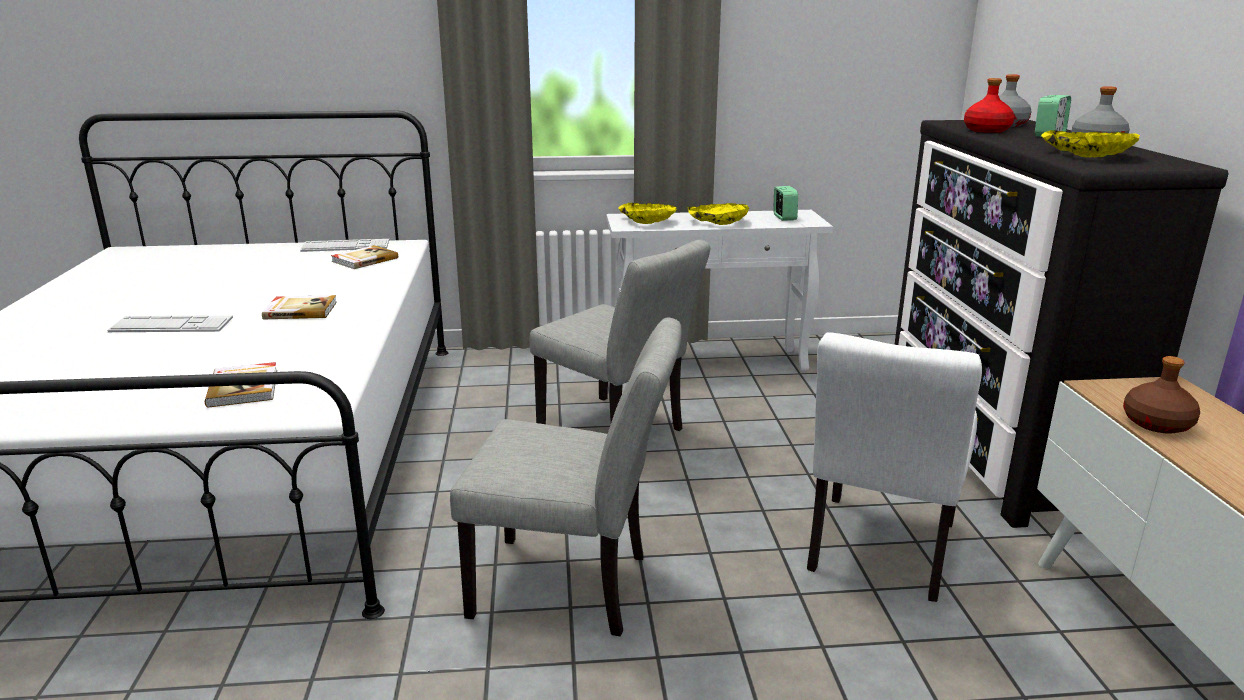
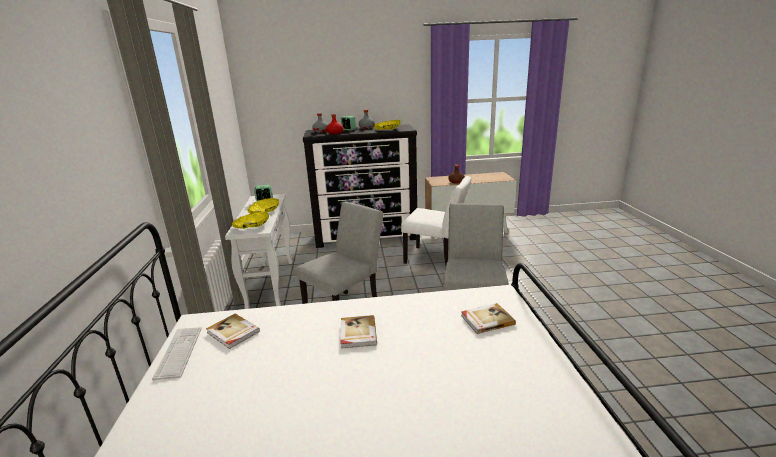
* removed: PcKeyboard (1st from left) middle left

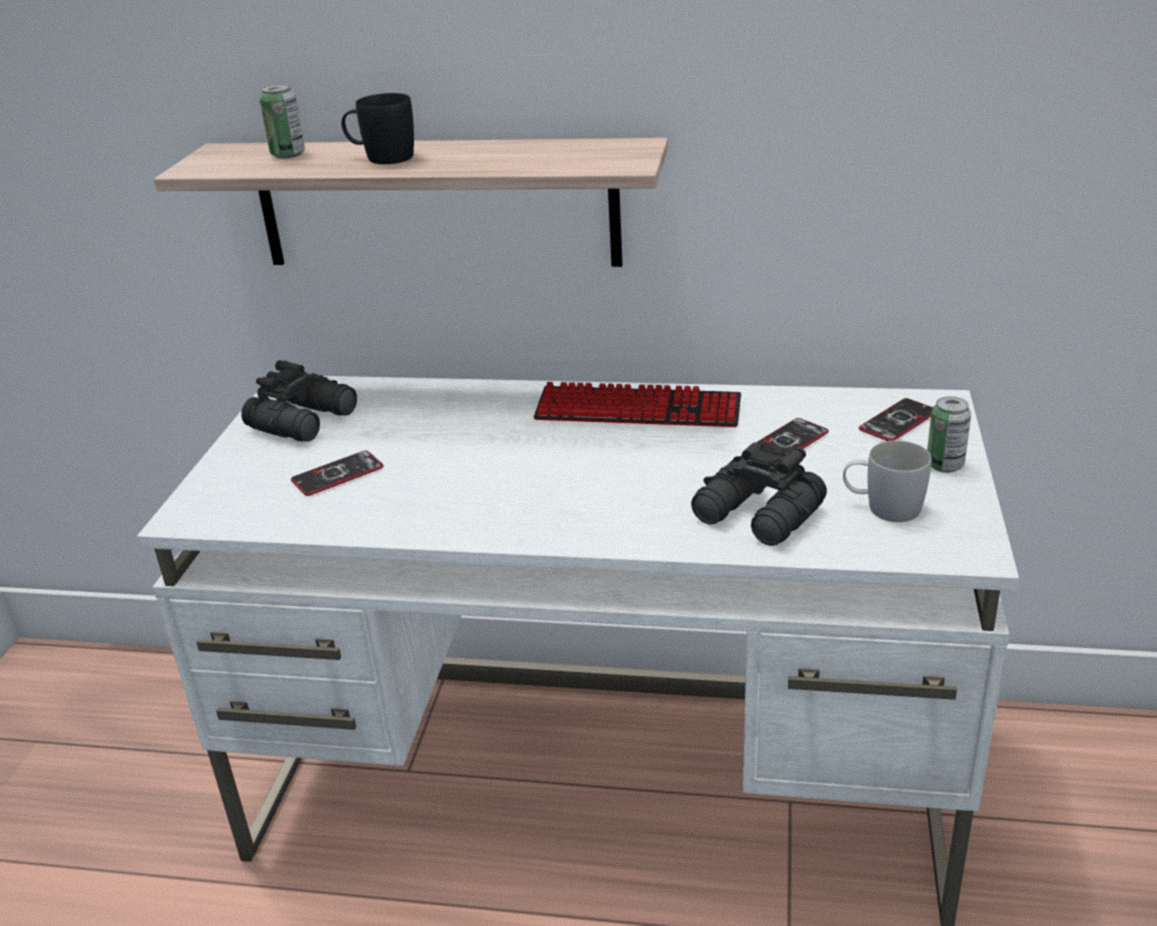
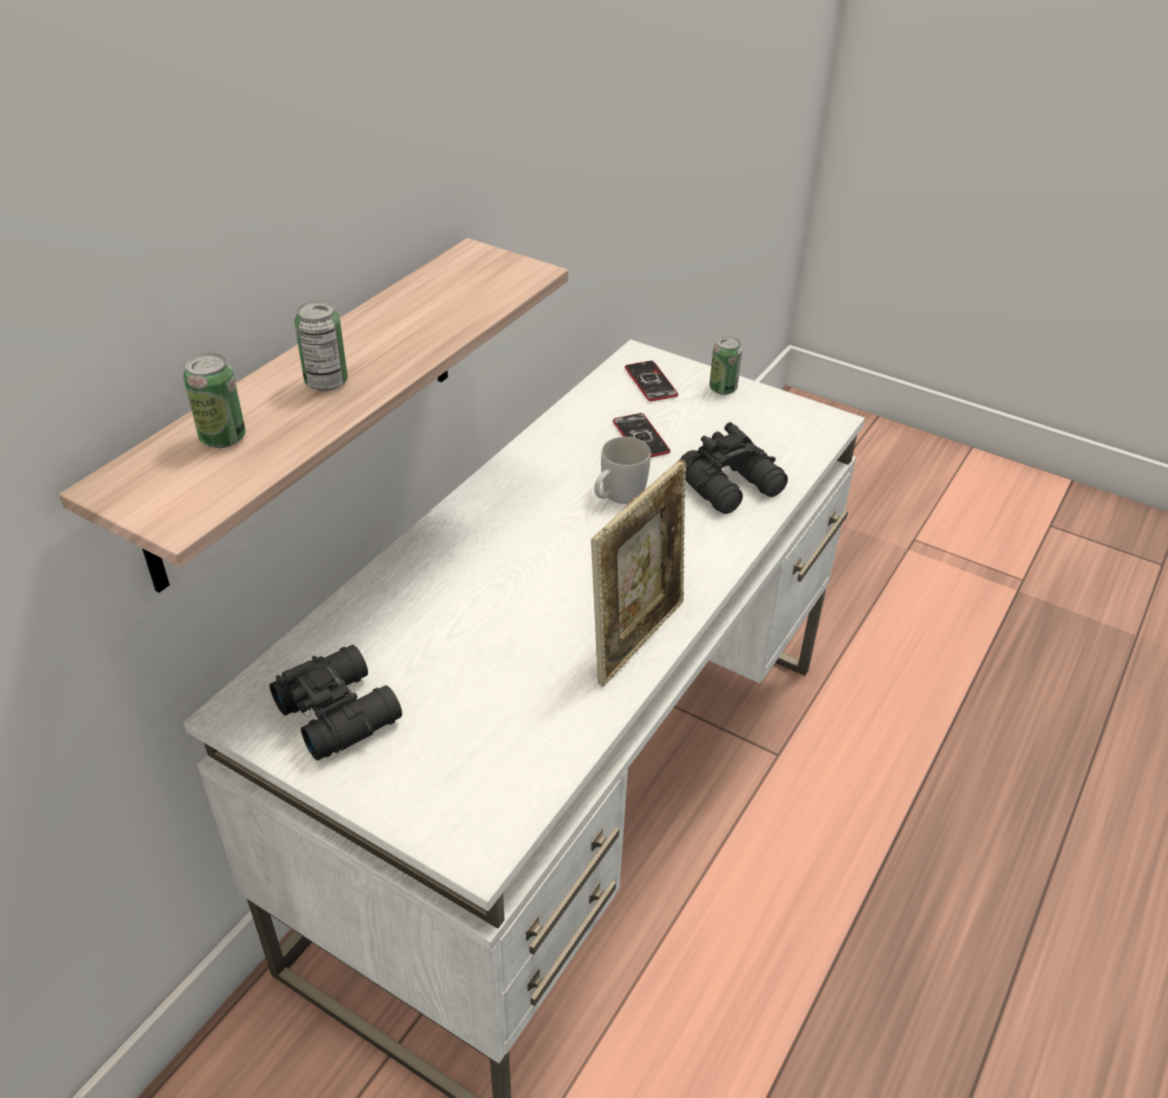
* replaced: BlackishMug top left to Can (2nd from left) top left
* removed: PcKeyboard centre
* moved: WhiteMug middle right to centre
* removed: Telephone (1st from left) middle left
* added: PictureFrame centre

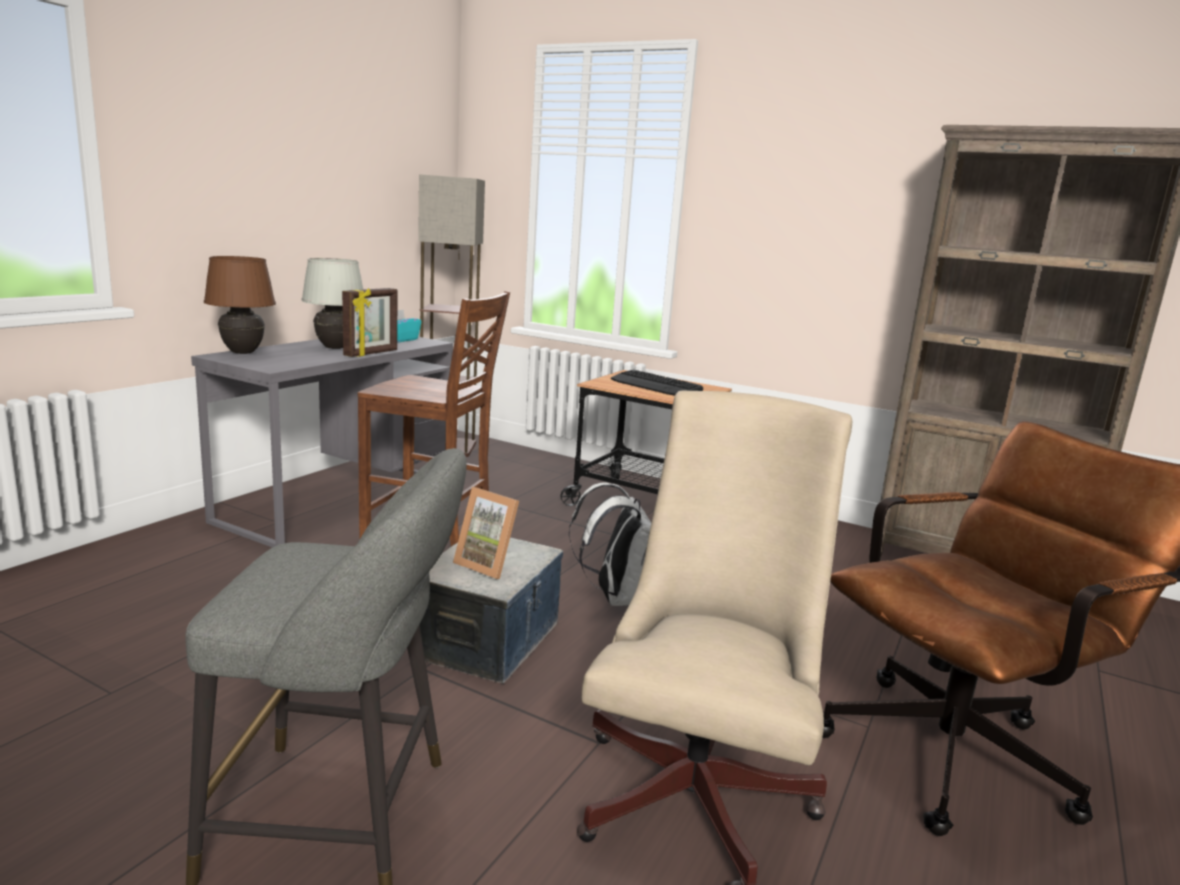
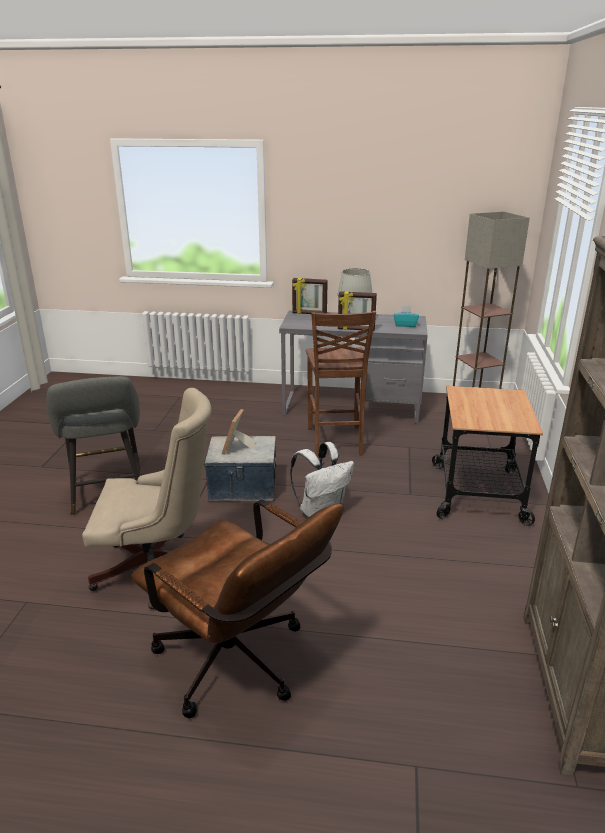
* replaced: BrownTabletopLamp middle left to PictureFrame (2nd from left) centre
* removed: PcKeyboard centre

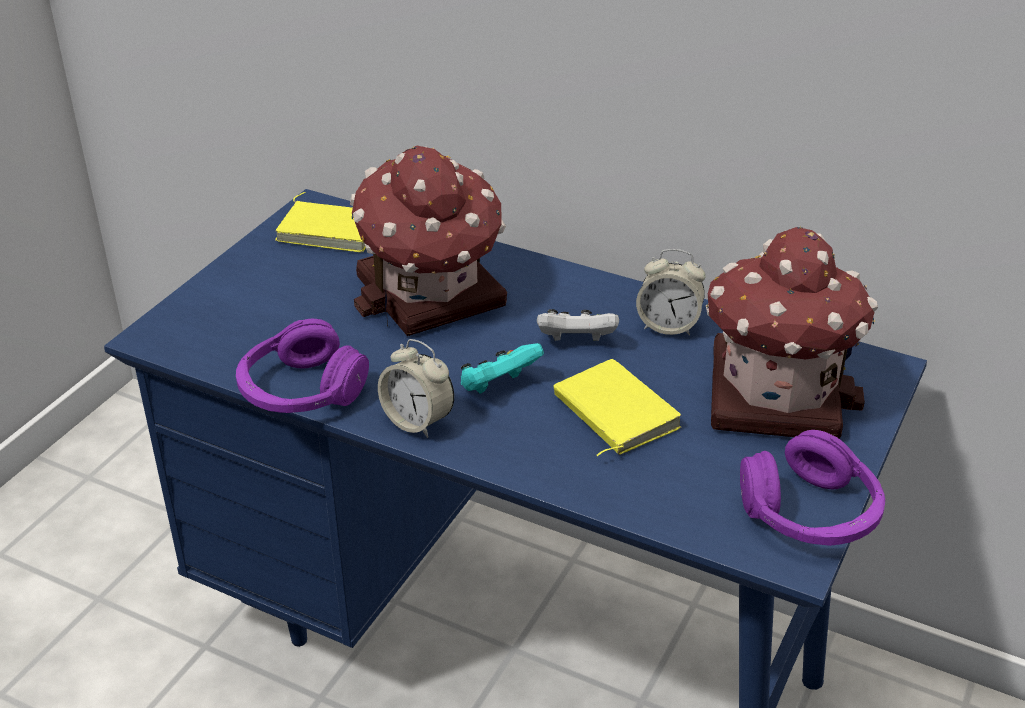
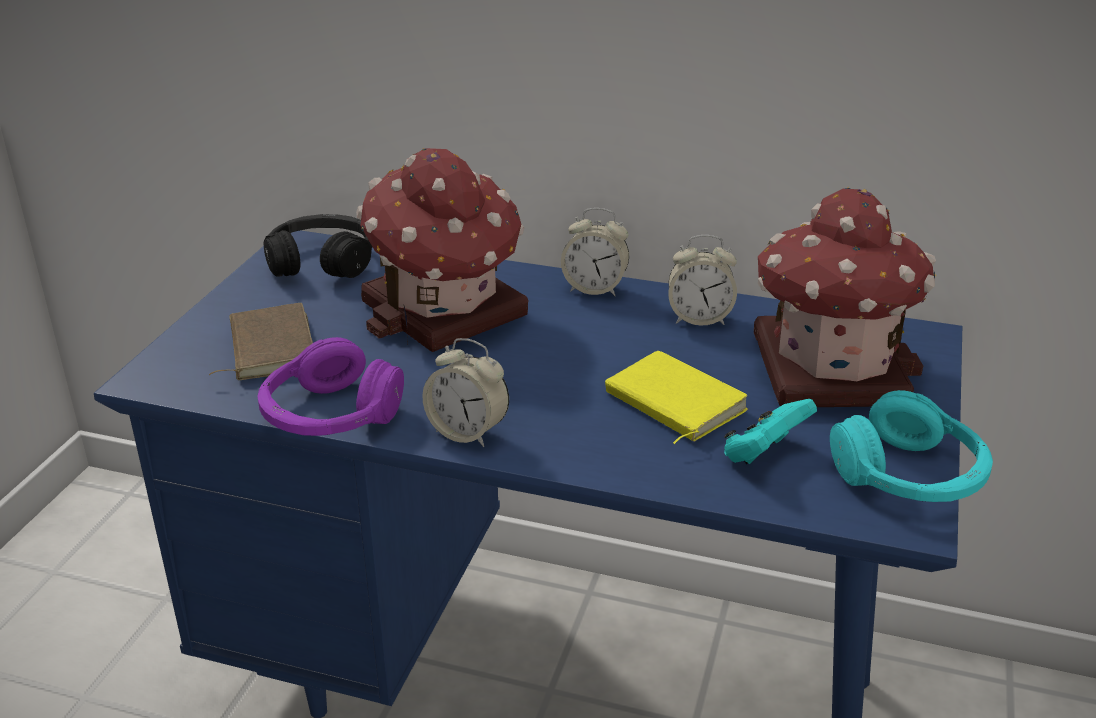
* replaced: YellowishVolume (1st from left) top left to BlackishHeadset middle left
* removed: WhiteGamepad centre
* moved: TurquoiseGamepad centre to middle right
* recoloured: PurplishHeadset (2nd from left) bottom right to TurquoiseHeadset middle right
* added: TableClock (2nd from left) centre
* added: BrownVolume middle left

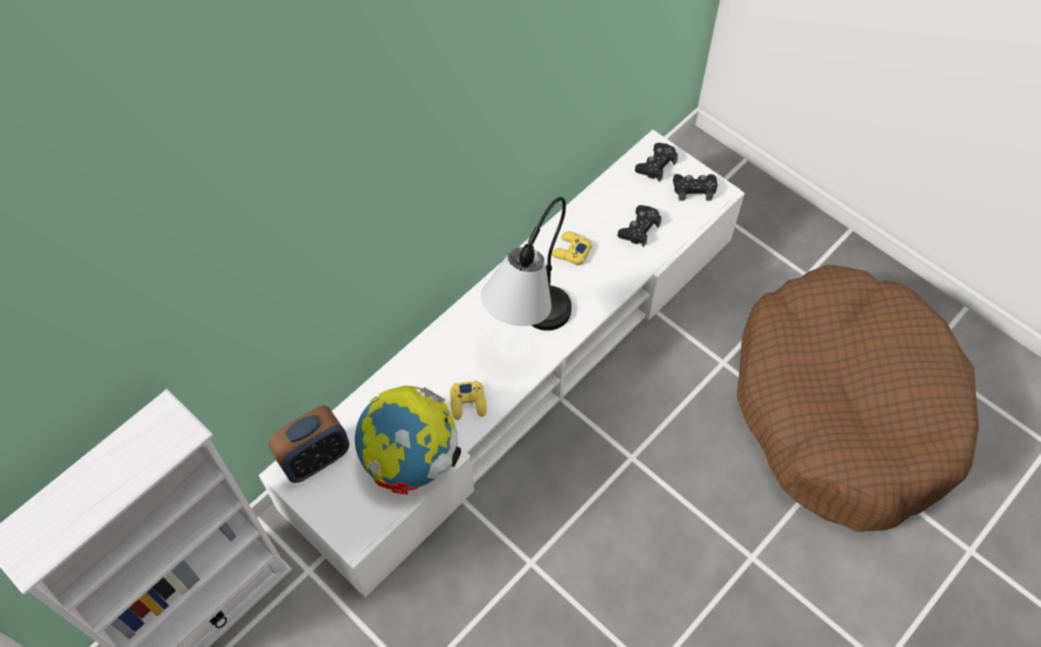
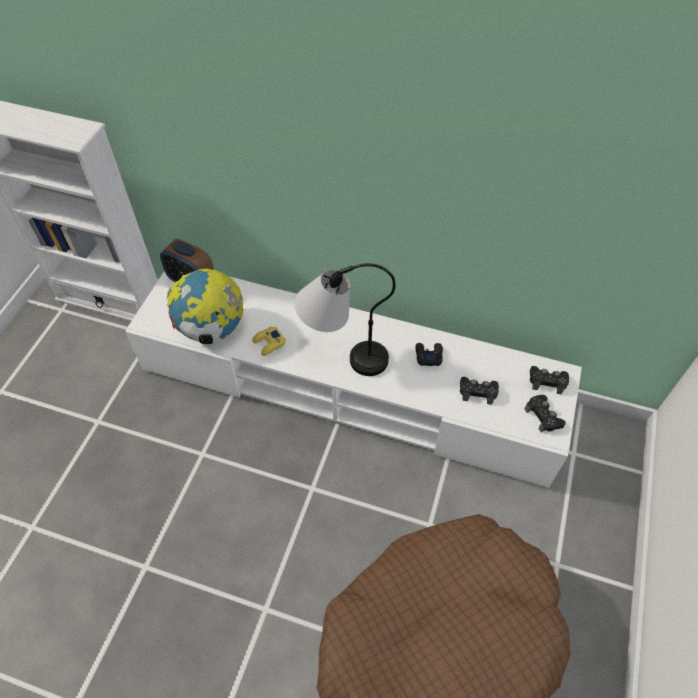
* recoloured: YellowishGamepad (2nd from left) centre to BlackishGamepad (1st from left) centre

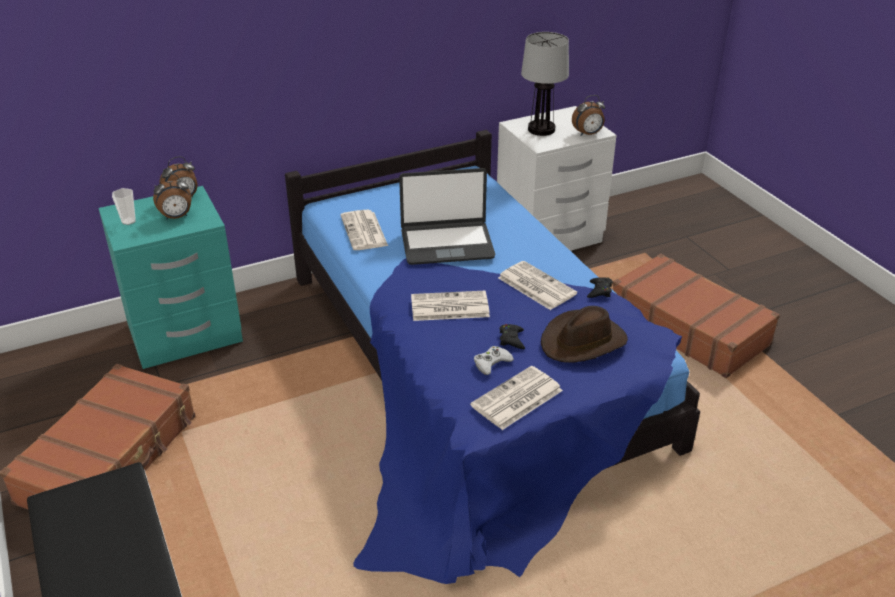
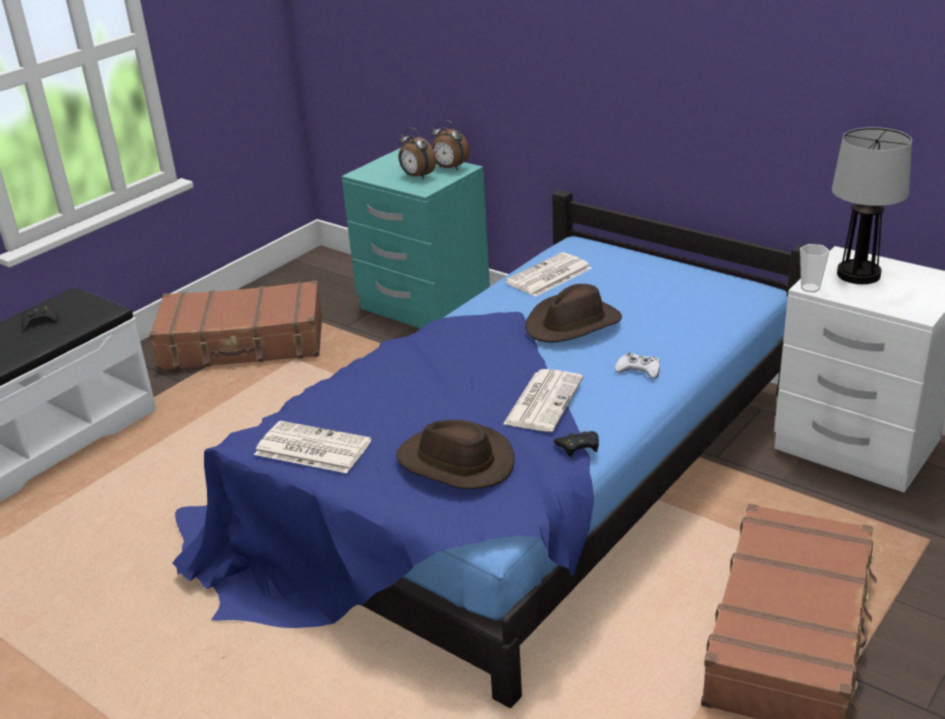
* removed: TableClock (3rd from left) top centre
* replaced: Laptop centre to BrownClothingHat (2nd from left) centre
* moved: Cup middle left to middle right
* removed: Newspaper (2nd from left) centre
* moved: BlackishGamepad (1st from left) centre to middle left
* moved: WhiteGamepad centre to middle right

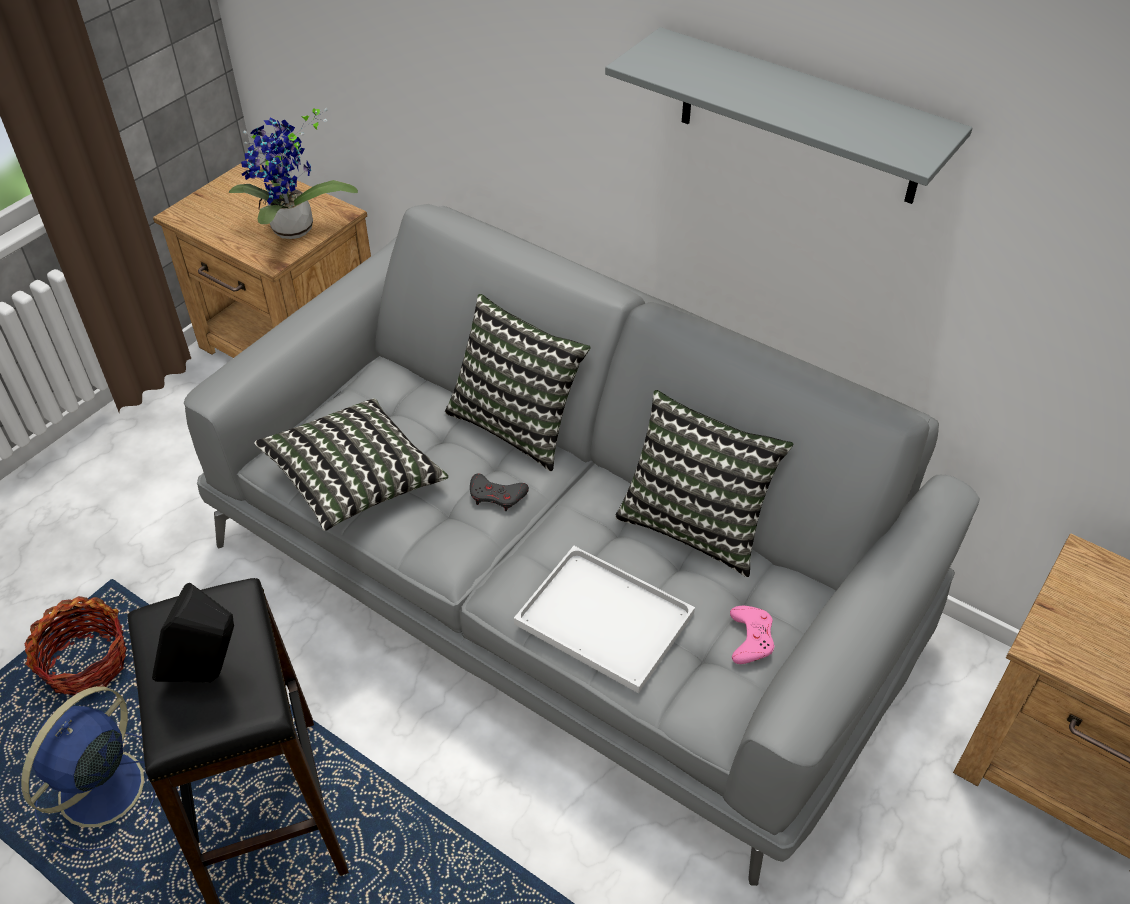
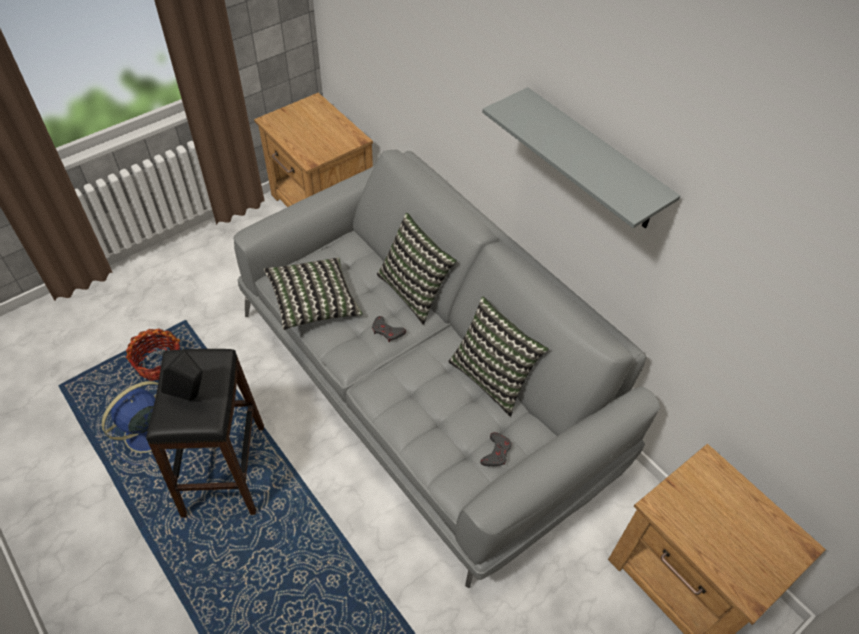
* removed: PlantInAPot top left
* removed: WhiteServingTray bottom centre
* recoloured: PinkishGamepad bottom centre to GreyGamepad (2nd from left) bottom centre

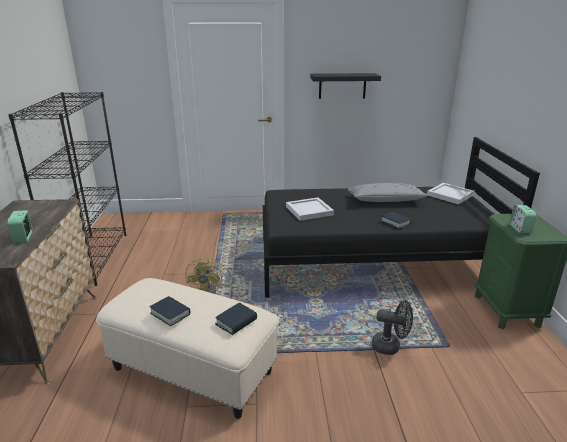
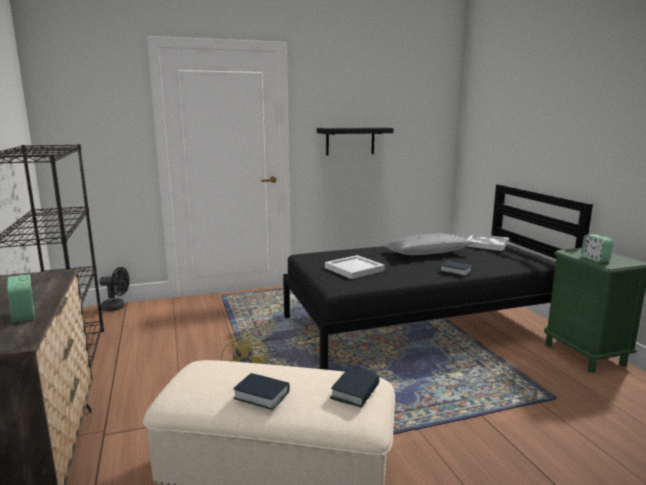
* moved: BlackishElectricFan bottom right to middle left

